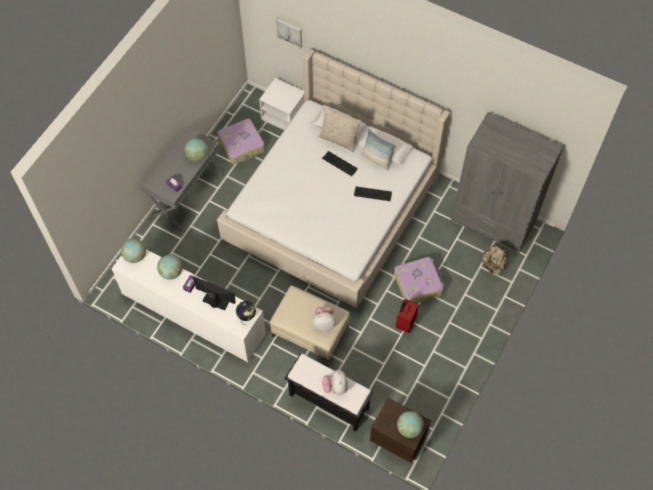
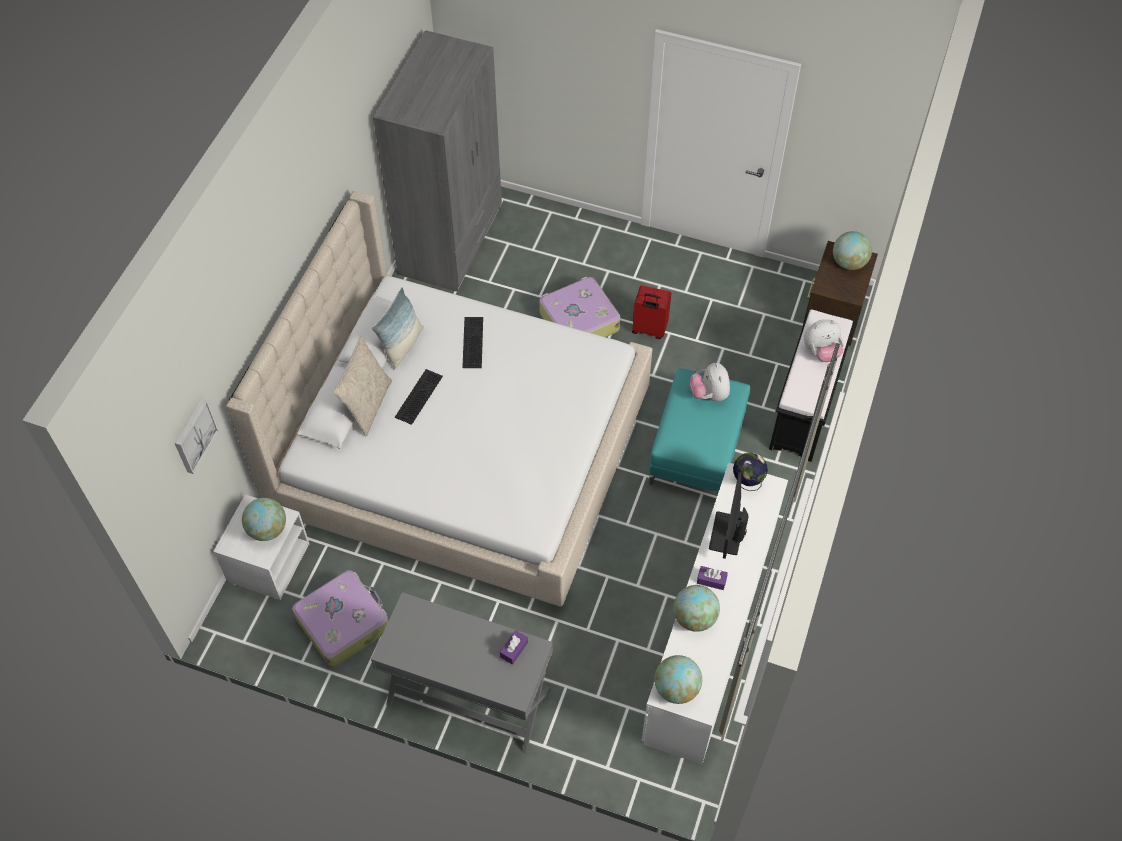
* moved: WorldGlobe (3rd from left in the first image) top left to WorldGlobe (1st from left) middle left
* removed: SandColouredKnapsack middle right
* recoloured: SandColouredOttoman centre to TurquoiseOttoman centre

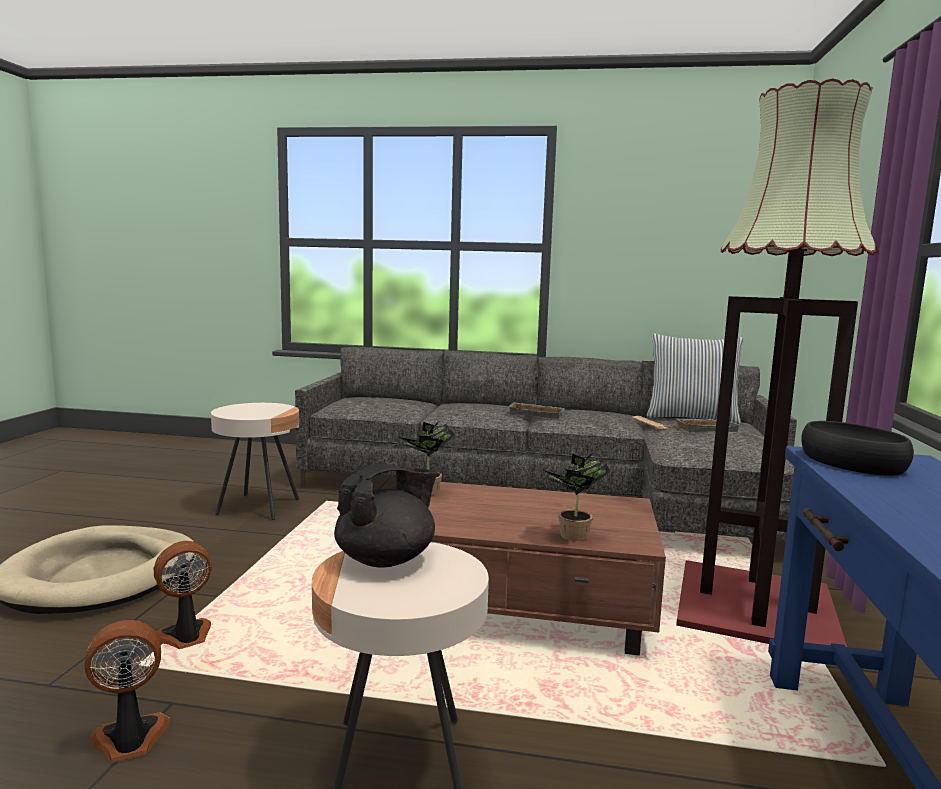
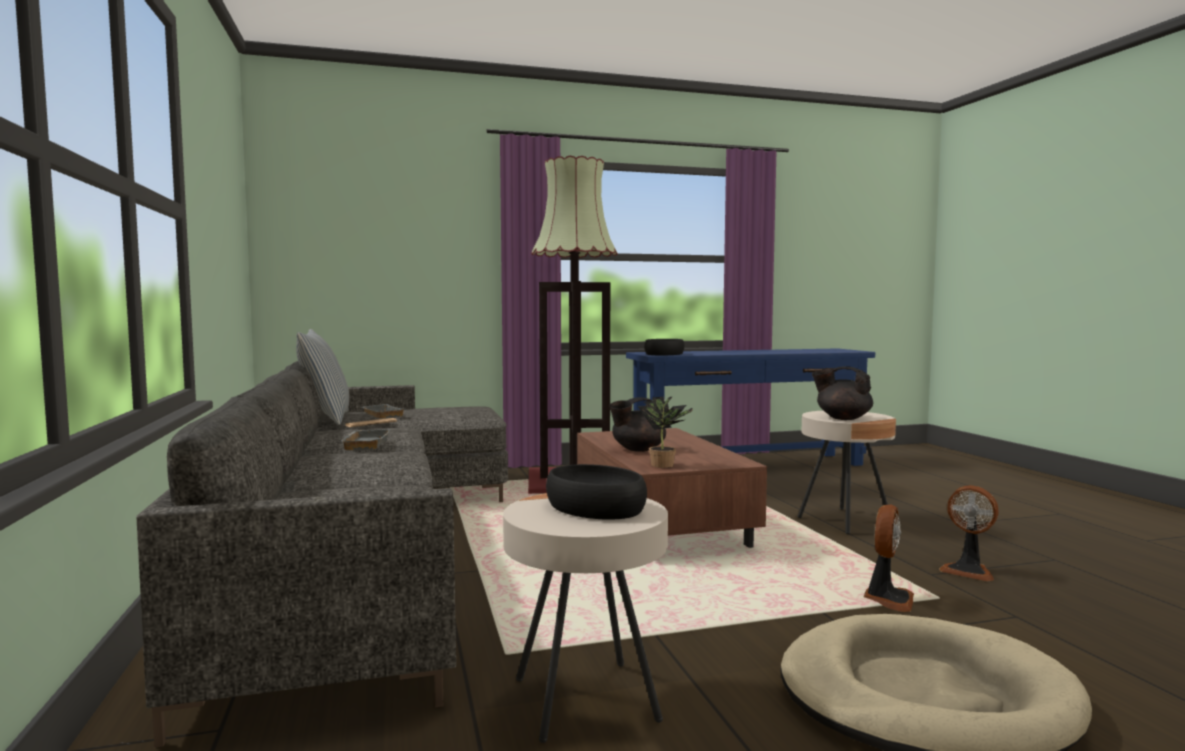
* removed: PlantInAPot (2nd from left) centre
* turned: ElectricFan (2nd from left in the first image) bottom left = bottom right 90 degrees counterclockwise
* added: BlackishTeaPot (1st from left) centre
* added: BlackishServingBowl (1st from left) centre

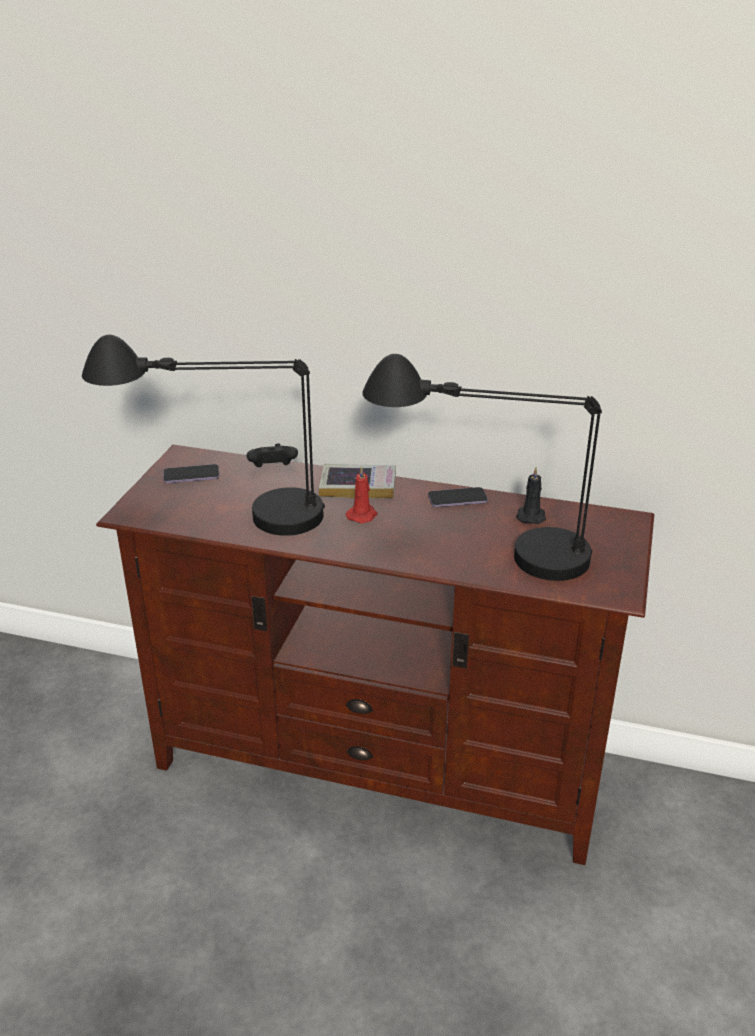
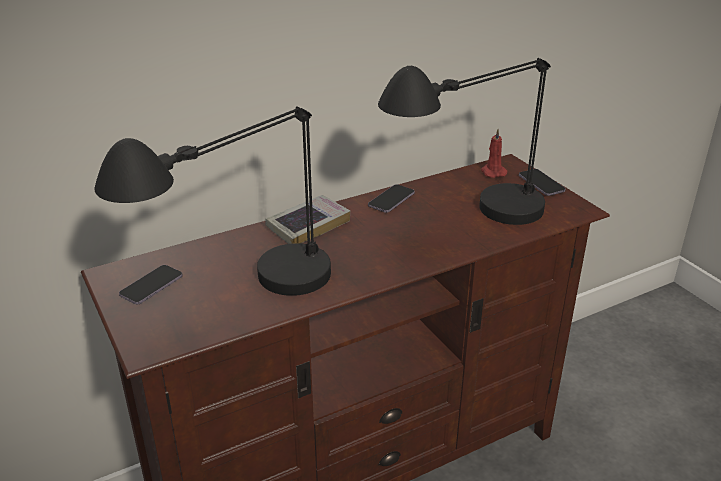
* removed: BlackishGamepad centre
* moved: ReddishWaxLight centre to top right
* removed: BlackishWaxLight middle right
* added: Telephone (3rd from left) middle right

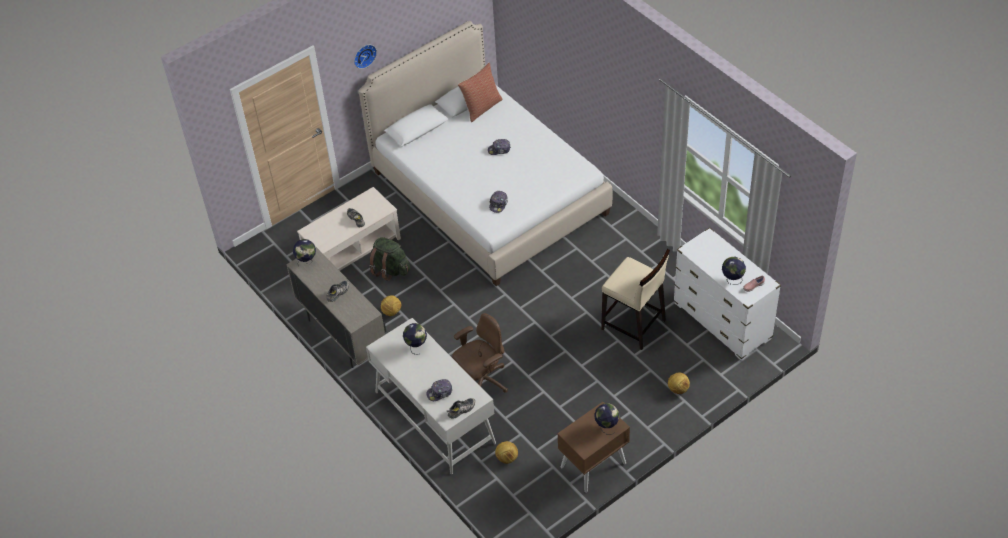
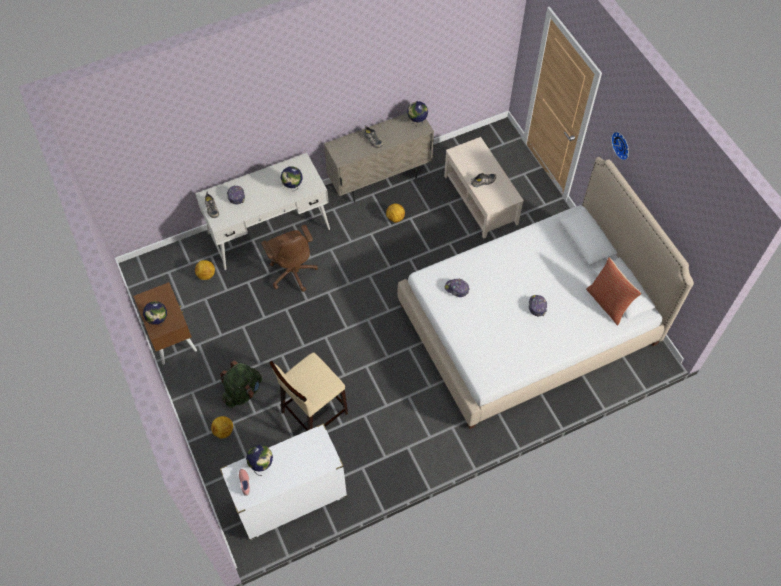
* moved: GreenColouredKnapsack centre to middle left

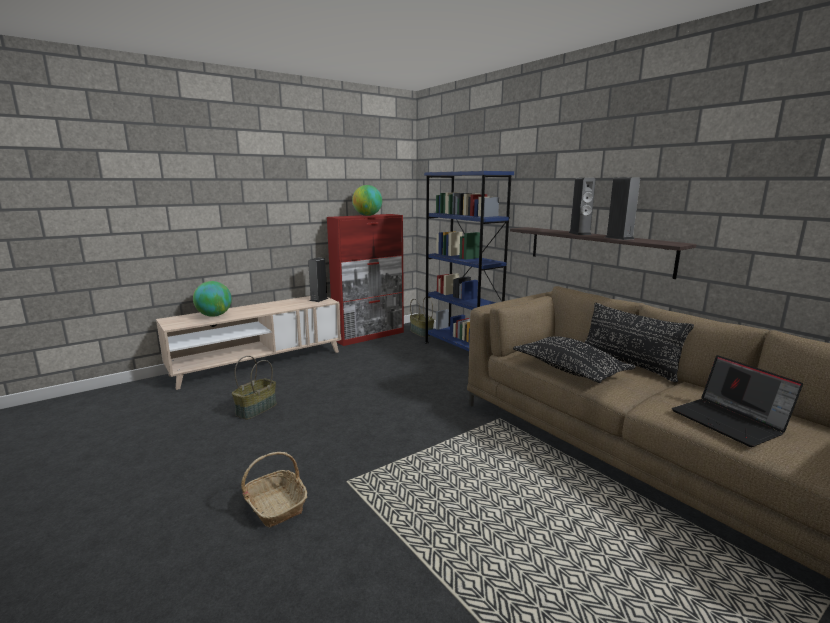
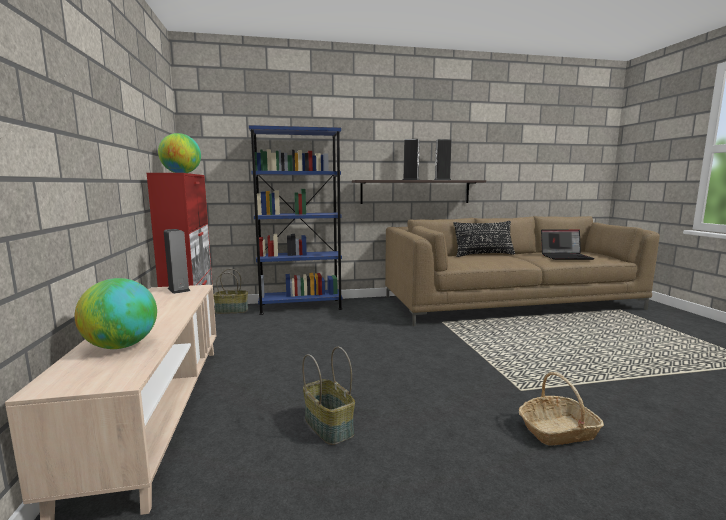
* removed: BlackishCushion (1st from left) middle right

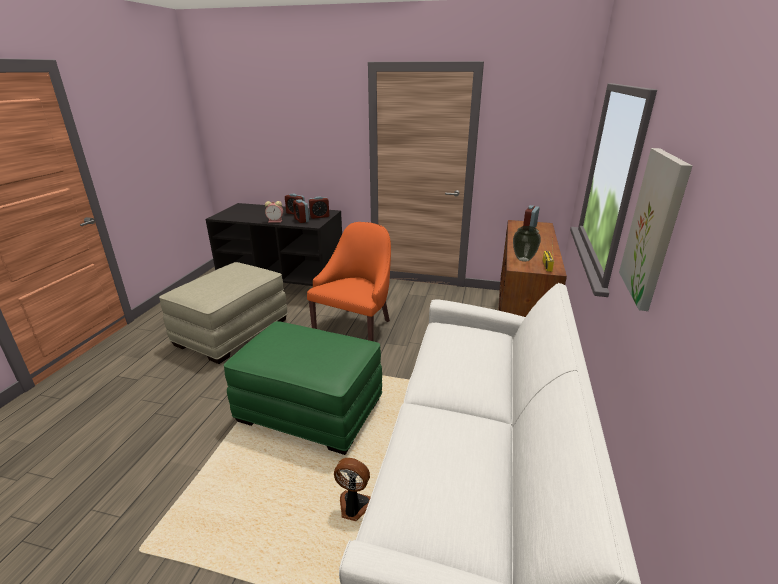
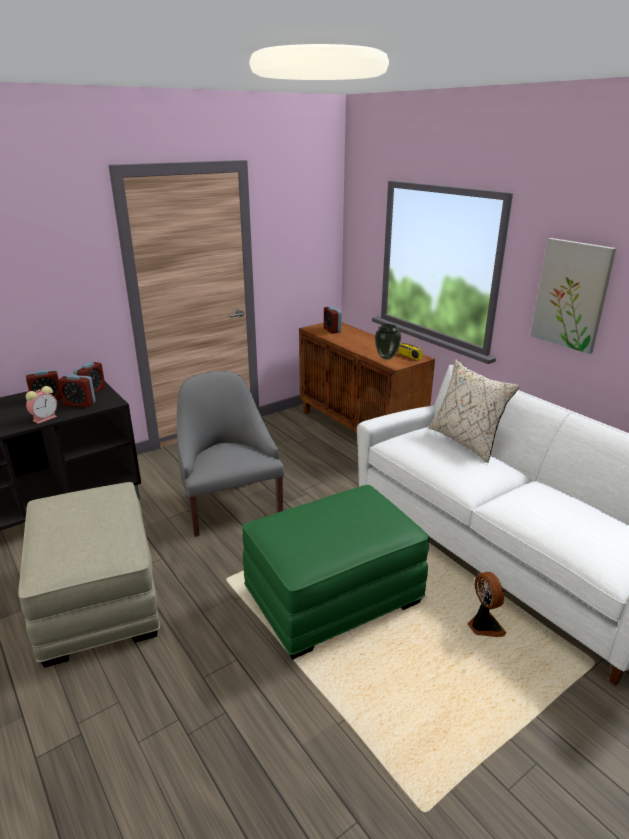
* recoloured: OrangeColouredArmchair centre to GreyArmchair centre
* turned: ElectricFan bottom centre = bottom right 105 degrees clockwise
* added: SandColouredCushion middle right

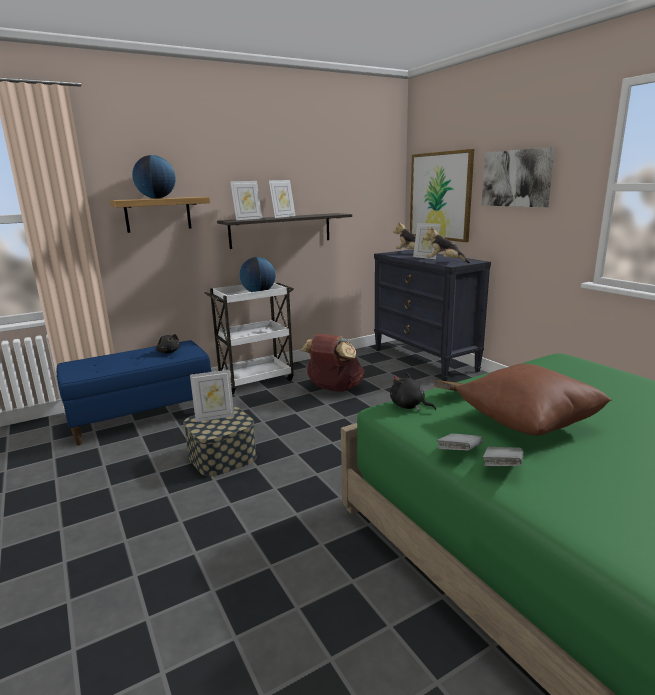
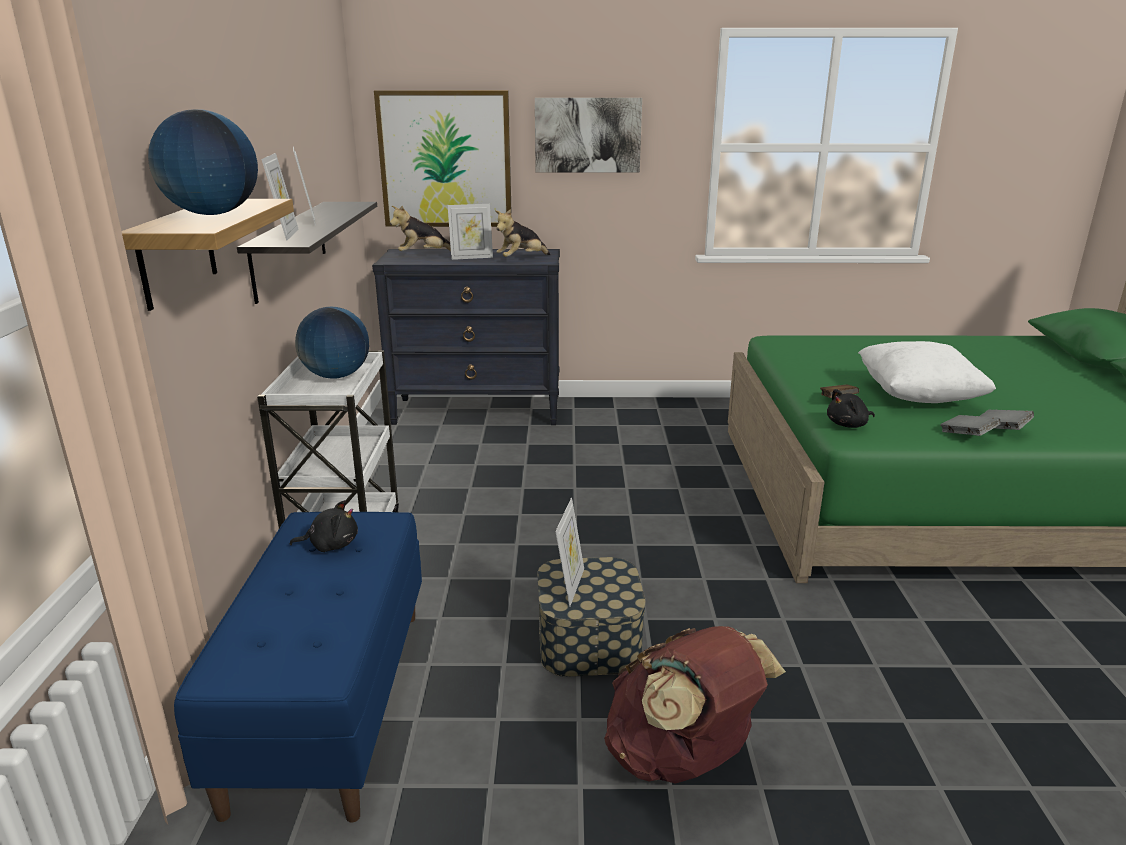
* moved: BrownKnapsack centre to bottom centre
* recoloured: BrownCushion middle right to WhiteCushion middle right

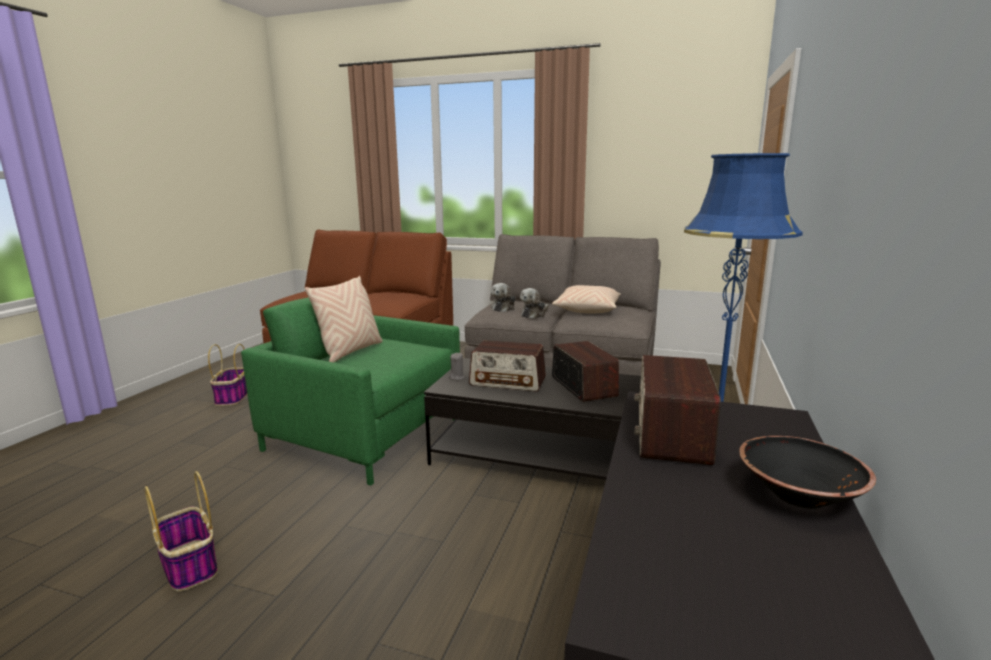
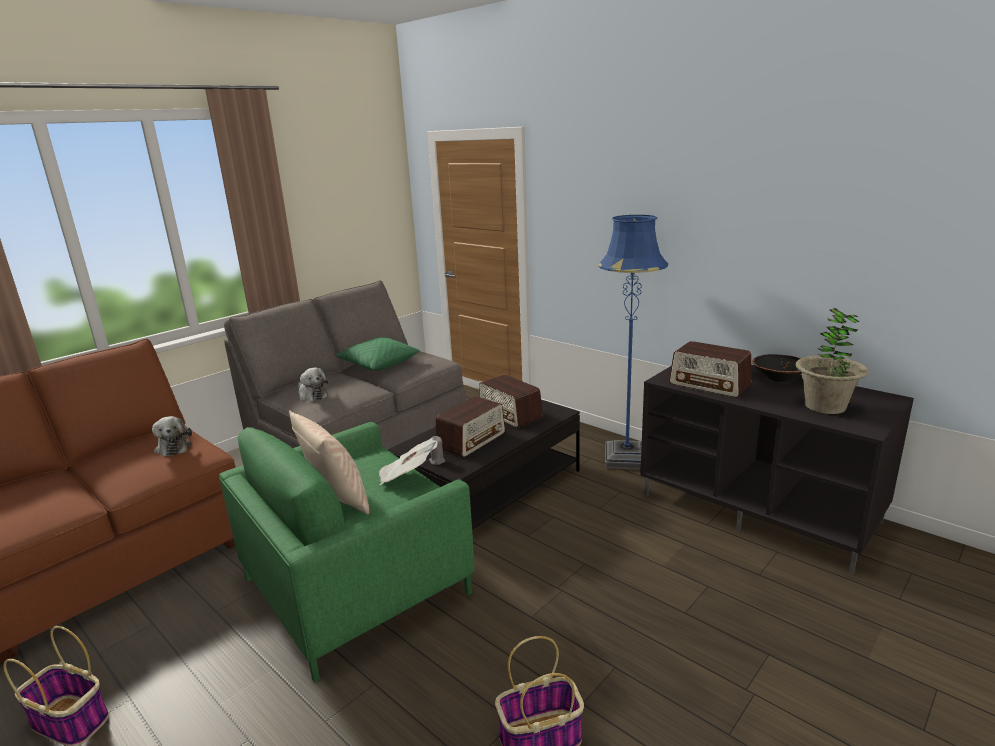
* recoloured: SandColouredCushion (2nd from left) centre to GreenColouredCushion centre
* moved: SoftToy (2nd from left in the first image) centre to SoftToy (1st from left) middle left
* turned: Radio (2nd from left) centre = centre 135 degrees counterclockwise
* added: PlantInAPot middle right
* added: Newspaper centre

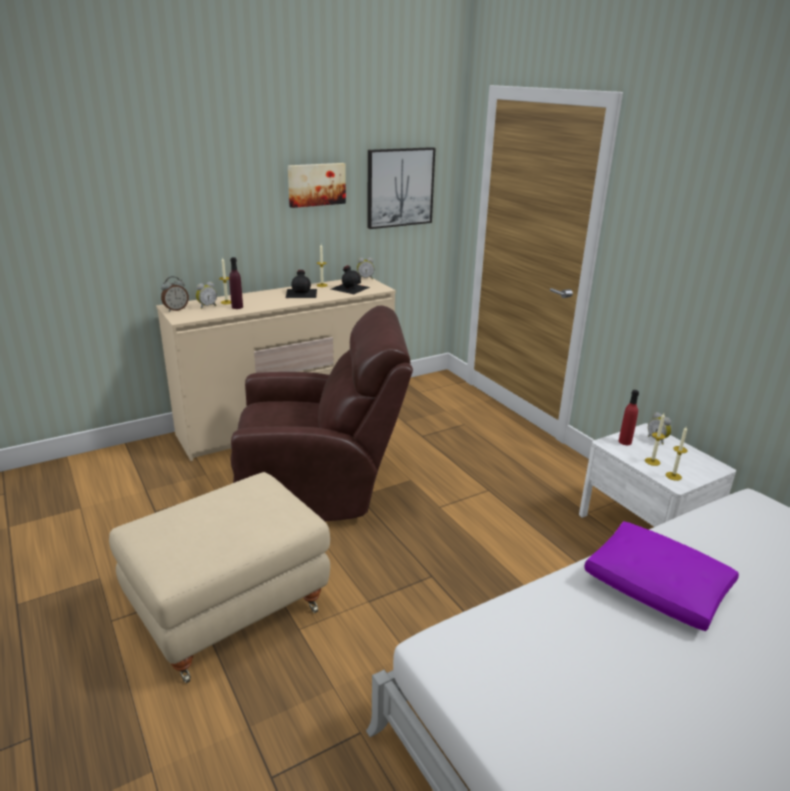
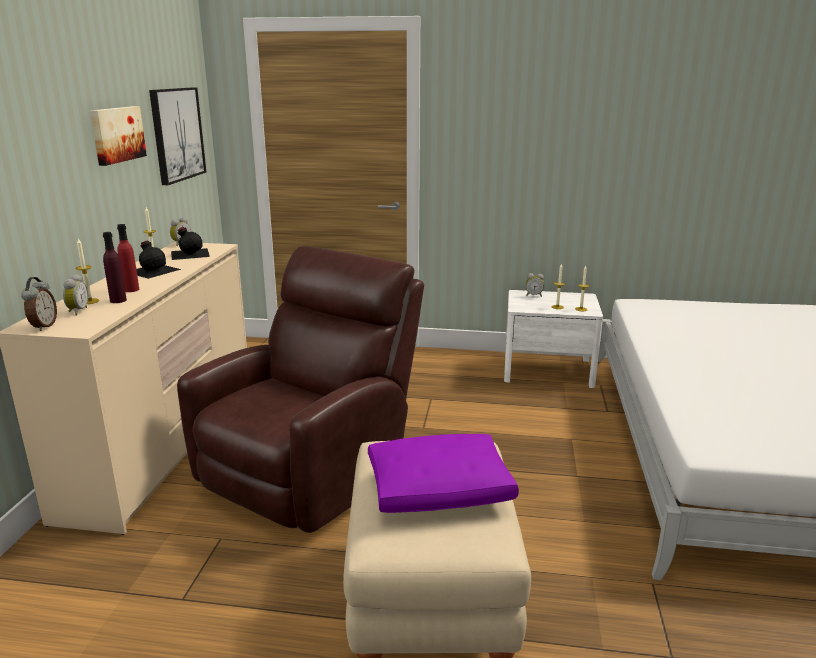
* moved: ReddishBottle middle right to middle left
* moved: PurplishCushion bottom right to bottom centre

